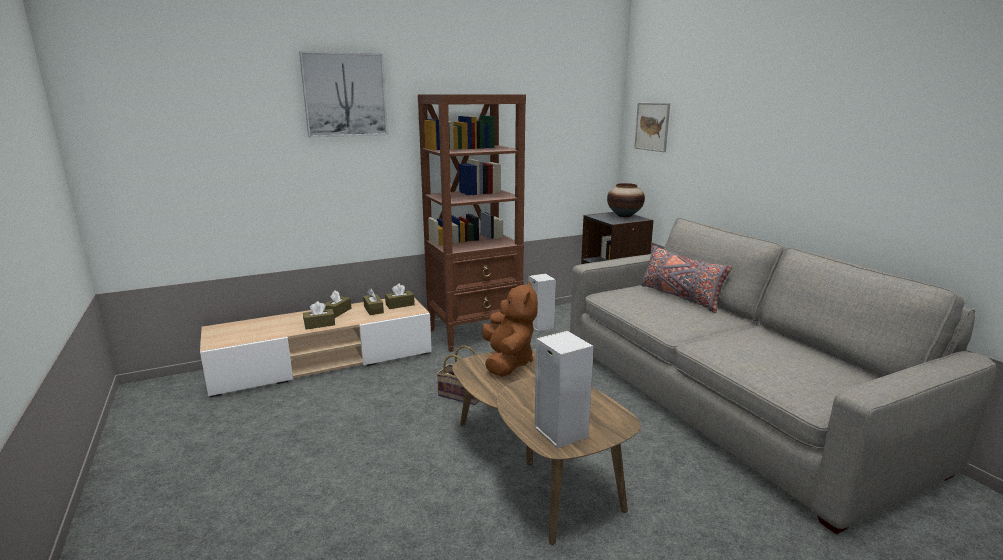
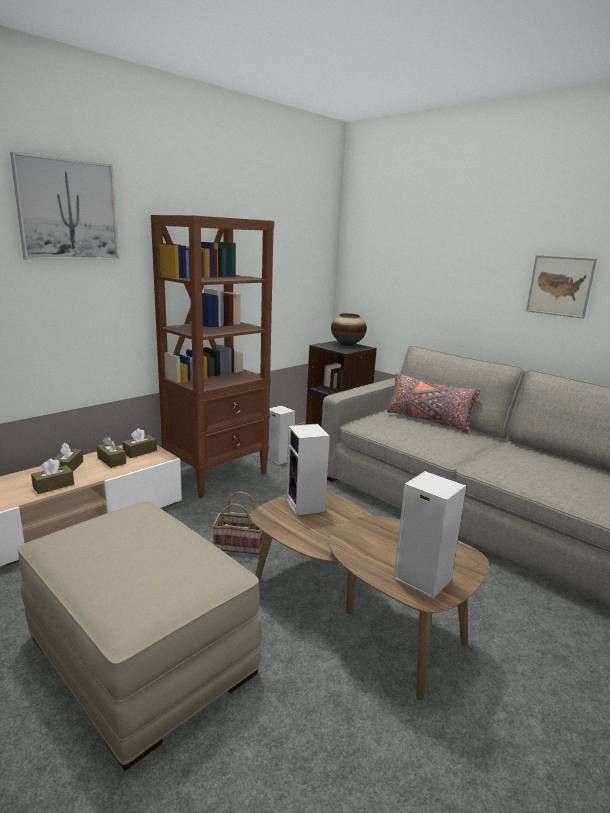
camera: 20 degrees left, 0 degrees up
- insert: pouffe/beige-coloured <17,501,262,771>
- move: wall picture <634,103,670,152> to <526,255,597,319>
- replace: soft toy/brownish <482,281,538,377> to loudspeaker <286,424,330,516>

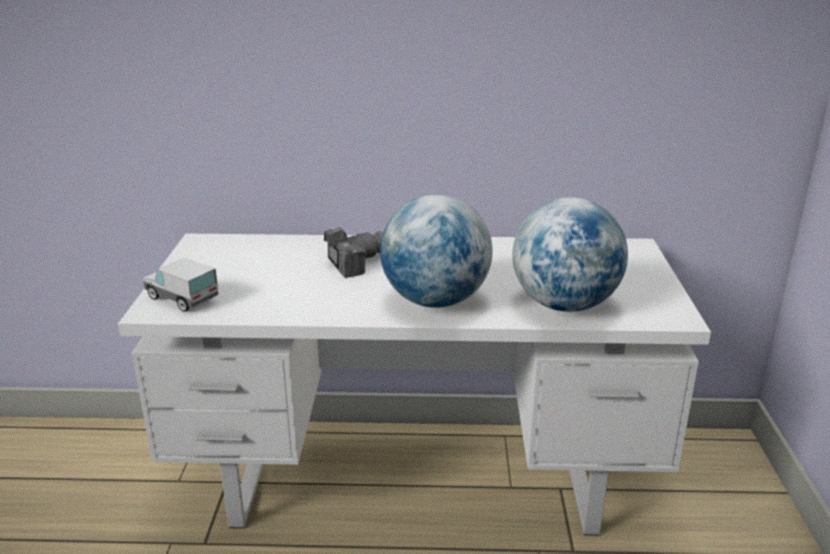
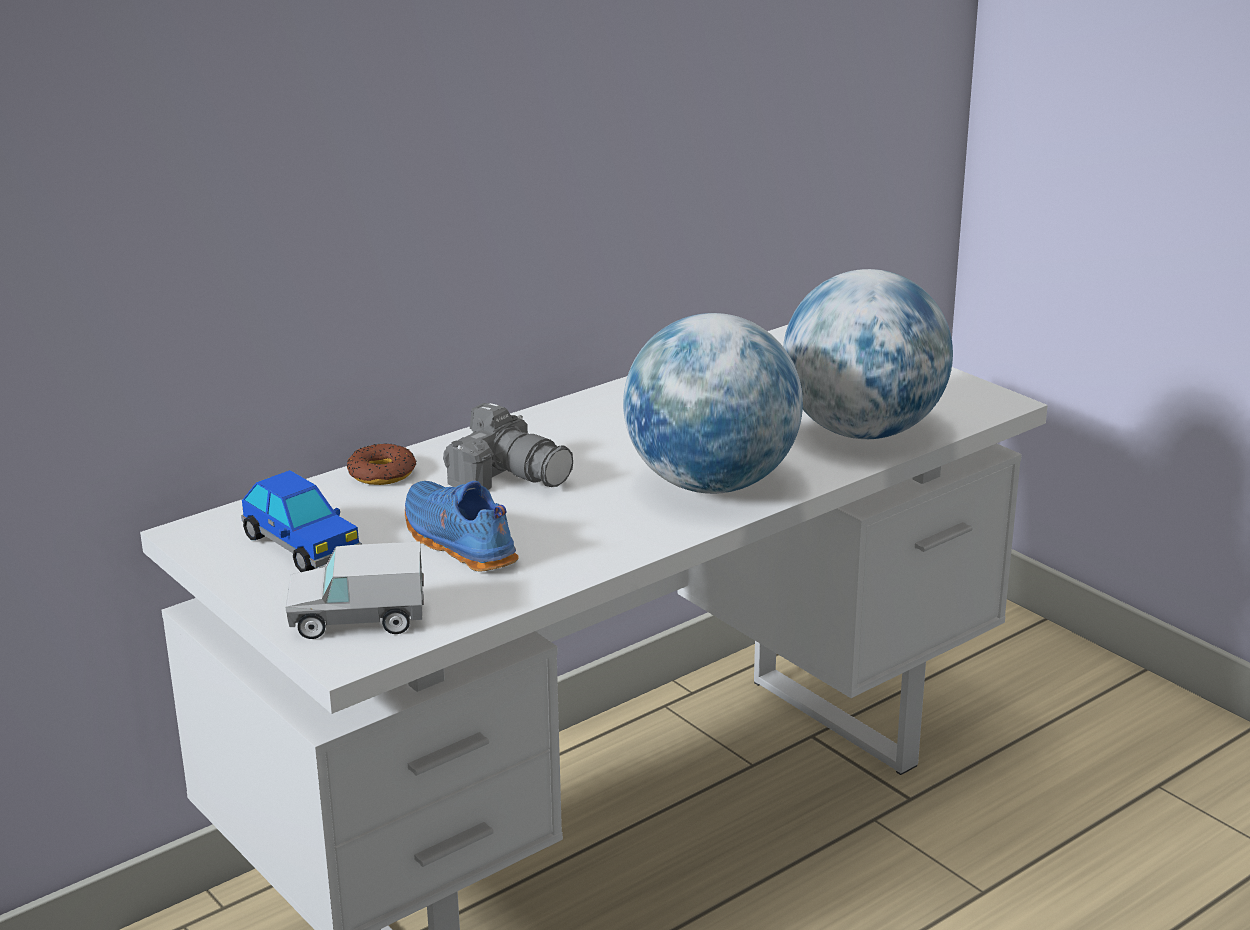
camera: 40 degrees left, 0 degrees up
- insert: miniature car <241,470,362,572>
- insert: doughnut <347,443,416,485>
- insert: low shoe/blue <405,481,519,572>
- rotate: photo camera <324,227,383,278> = <443,403,573,490> 105 degrees clockwise

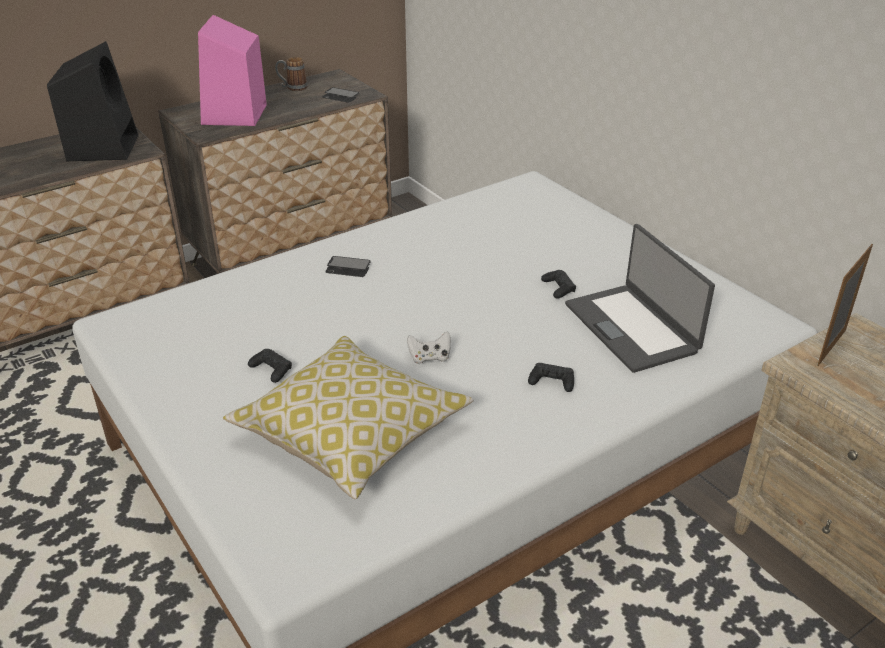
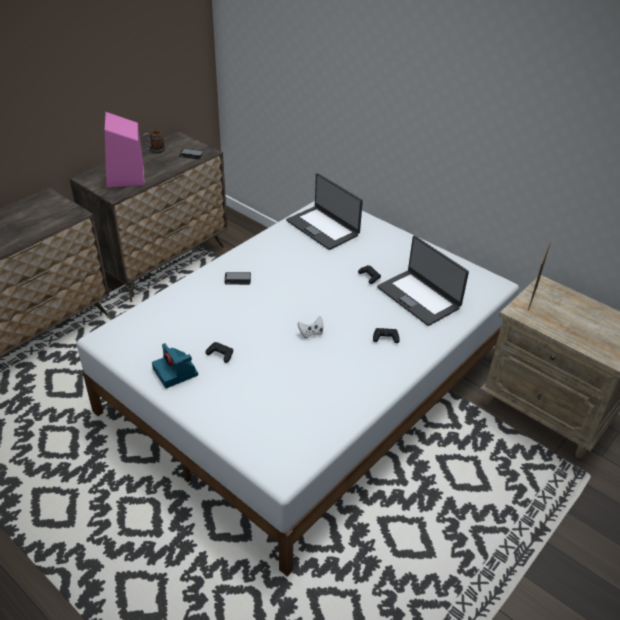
camera: 15 degrees left, 5 degrees up
- delete: loudspeaker/blackish <47,41,139,161>
- delete: pillow <223,336,474,499>
- insert: photo camera <152,343,198,388>
- insert: notebook computer <286,173,363,250>

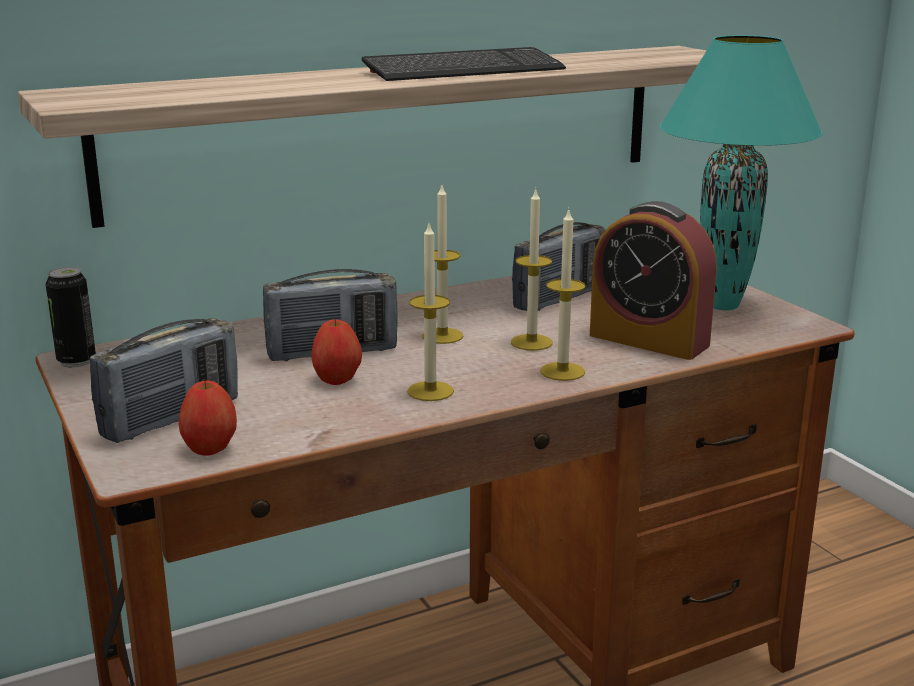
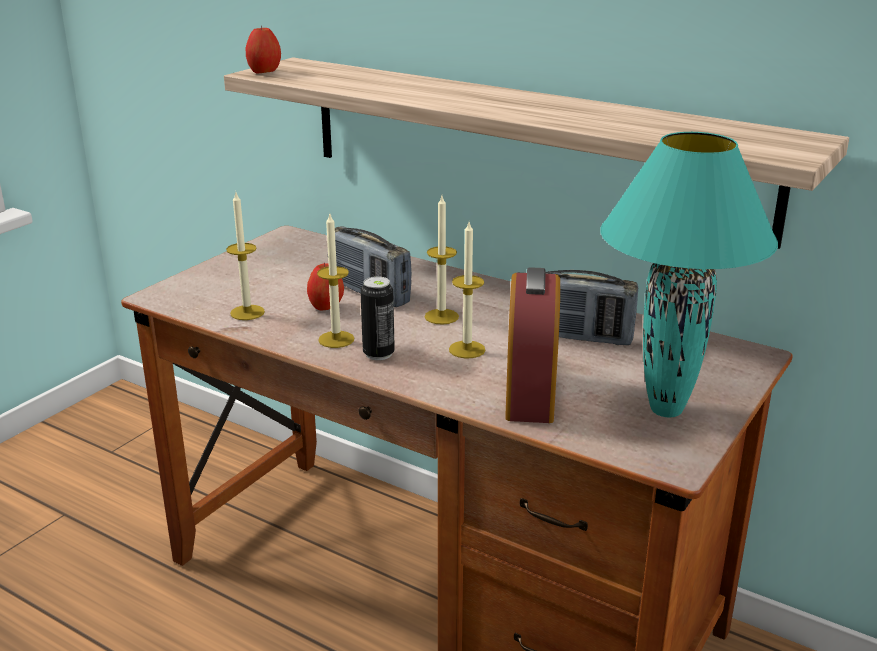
camera: 60 degrees right, 5 degrees up
- delete: radio receiver <90,318,238,443>
- delete: keyboard <362,47,566,81>
- move: sealed can <46,267,96,368> to <360,276,395,360>
- move: apple fruit <179,380,237,455> to <246,25,281,73>
- move: wax candle <540,209,586,381> to <226,193,265,320>

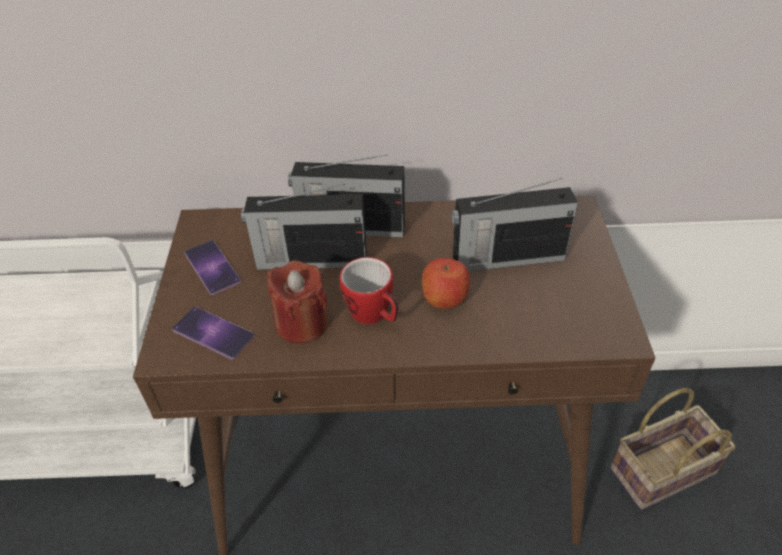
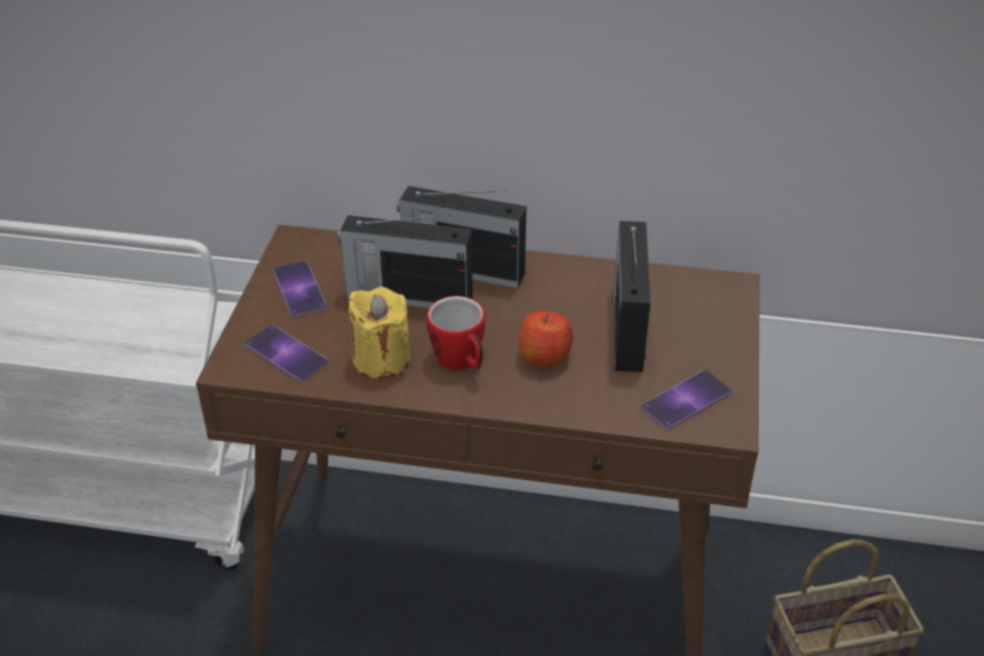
camera: 10 degrees right, 5 degrees down
- insert: telephone <641,370,732,430>
- recolor: wax candle/red <267,260,328,344> to wax candle/yellowish <348,287,410,379>
- rotate: radio receiver <451,178,578,271> = <614,221,651,372> 90 degrees clockwise

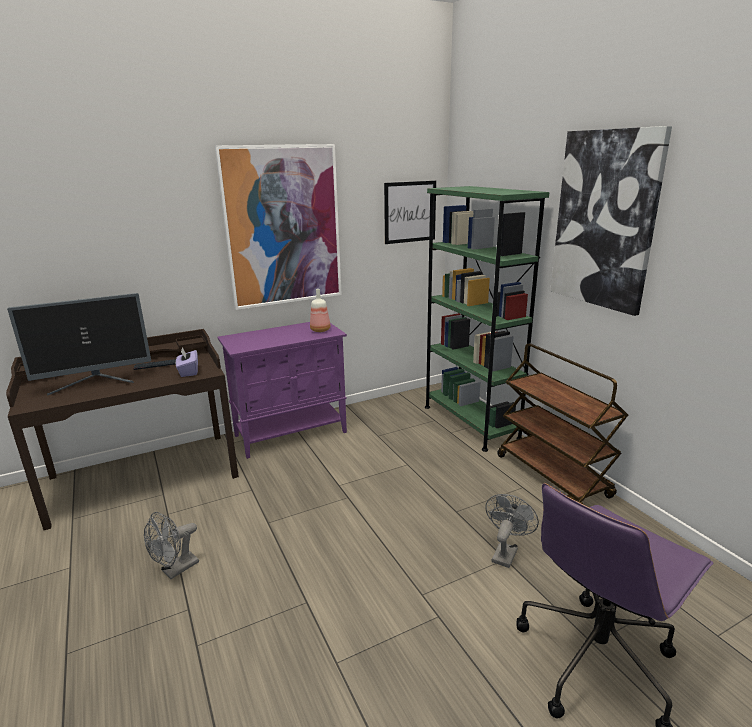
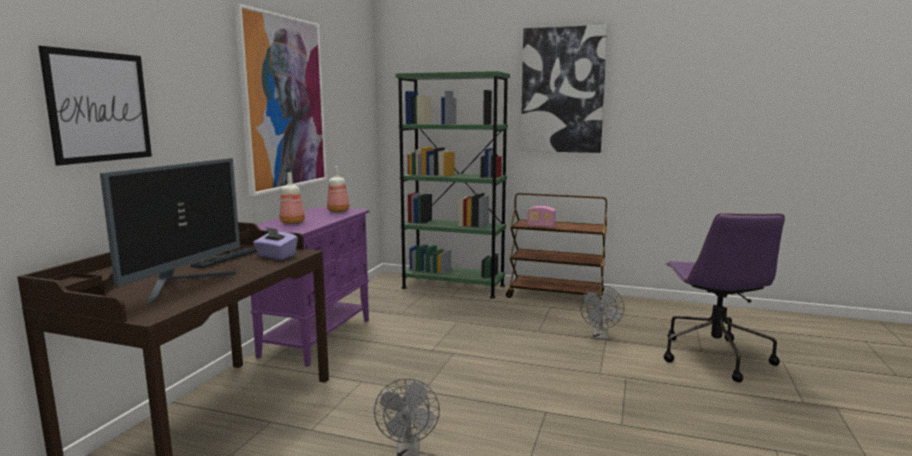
camera: 45 degrees left, 10 degrees down
- insert: drink bottle <279,172,305,224>
- insert: radio receiver <527,206,556,228>
- move: wall picture <384,181,436,244> to <38,46,152,166>
- rotate: cooling fan/greyish <485,494,539,568> = <580,286,624,340> 150 degrees counterclockwise

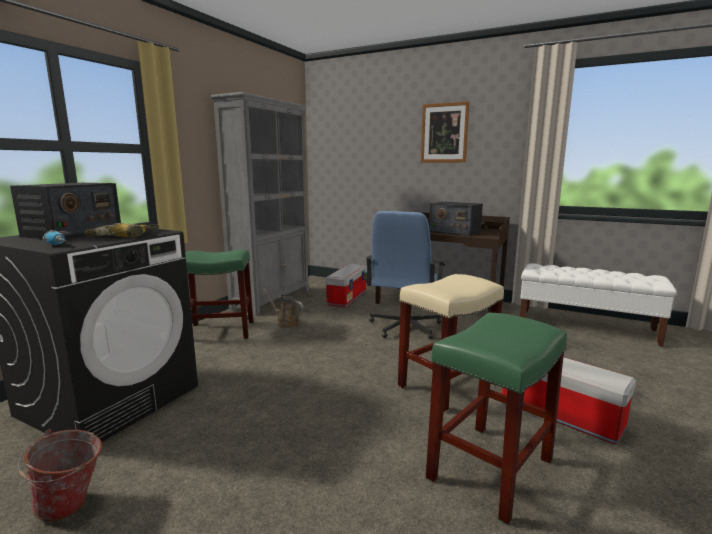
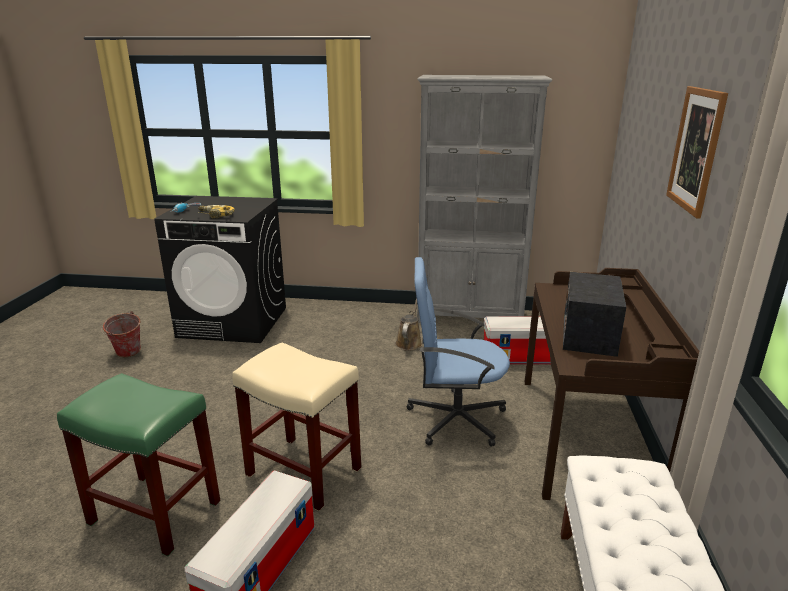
camera: 70 degrees right, 10 degrees up
- delete: radio receiver <10,183,121,239>
- delete: stool seat/green-coloured <184,250,253,339>

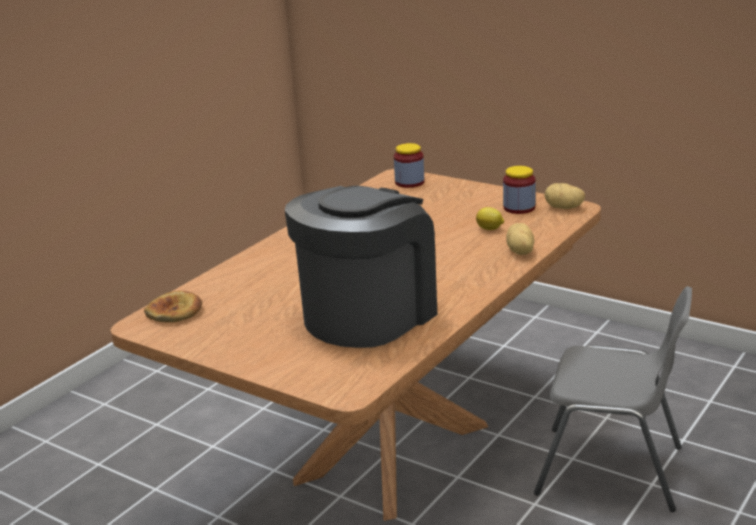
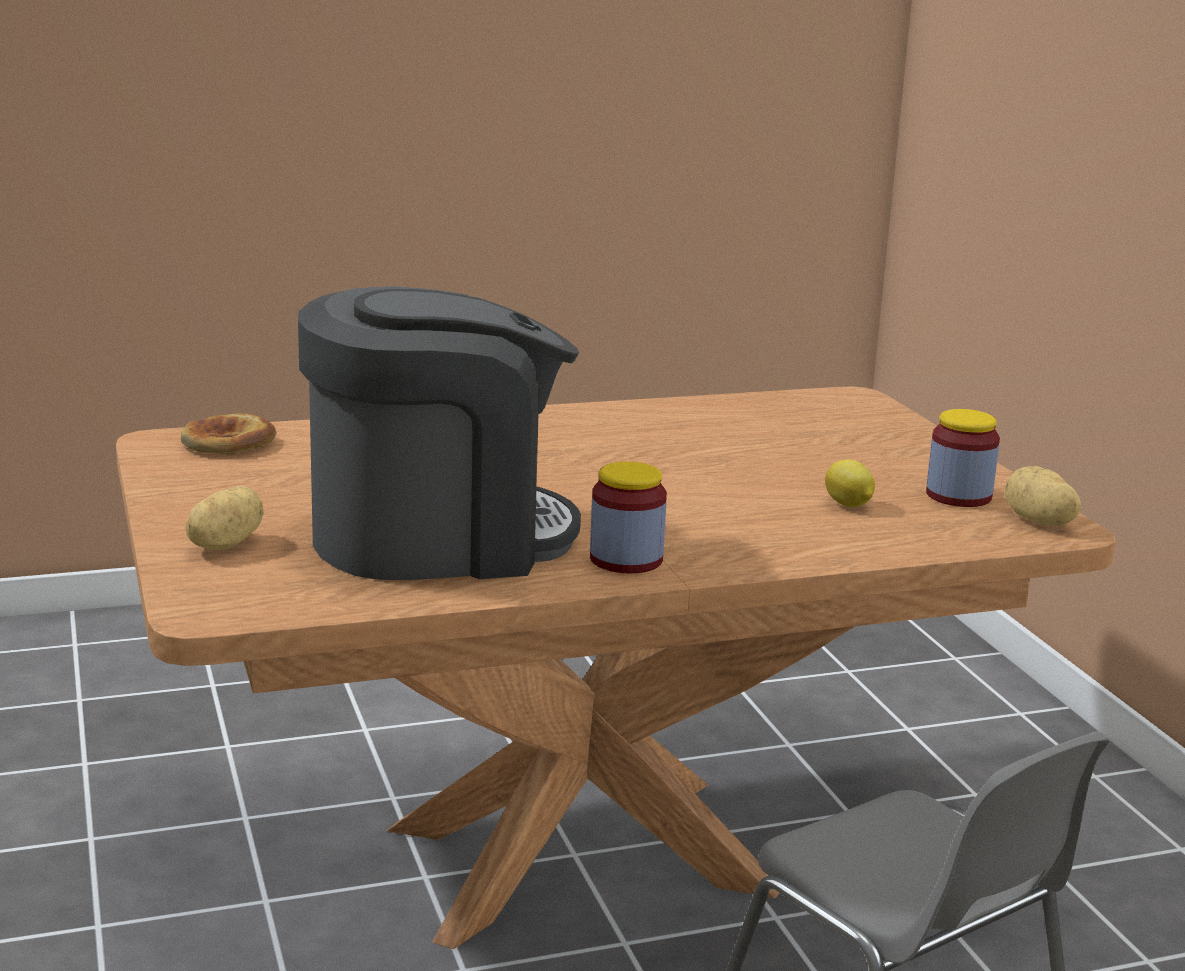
camera: 35 degrees right, 5 degrees down
- move: storage jar <394,143,424,188> to <590,462,667,573>
- move: potato <506,223,534,255> to <185,486,264,550>

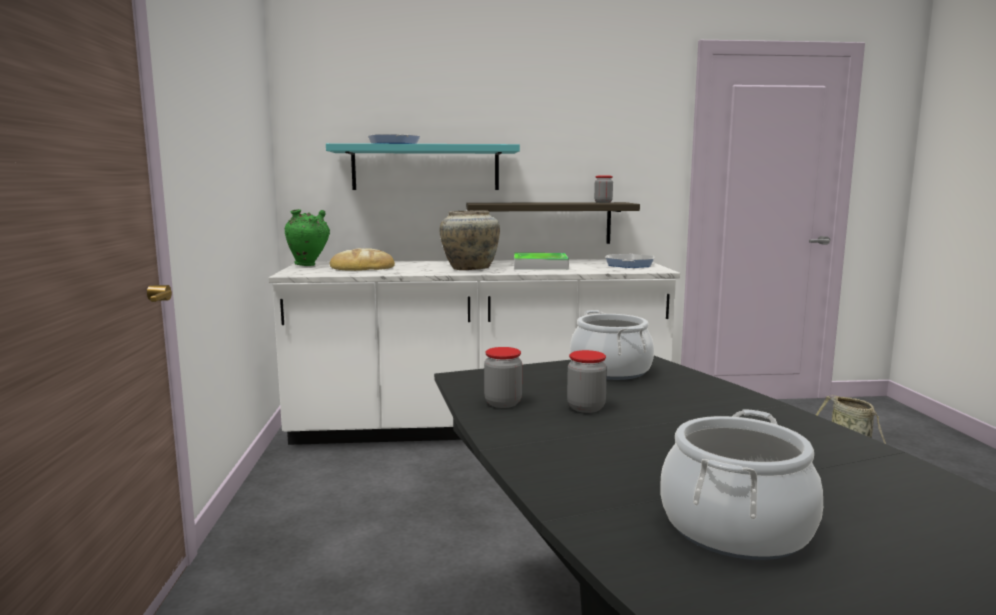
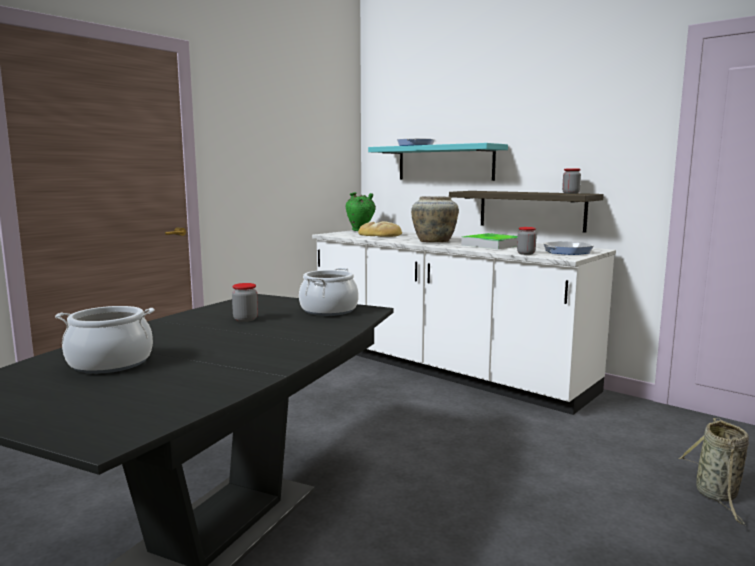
camera: 45 degrees right, 0 degrees up
- move: storage jar <484,347,522,408> to <517,227,537,255>

